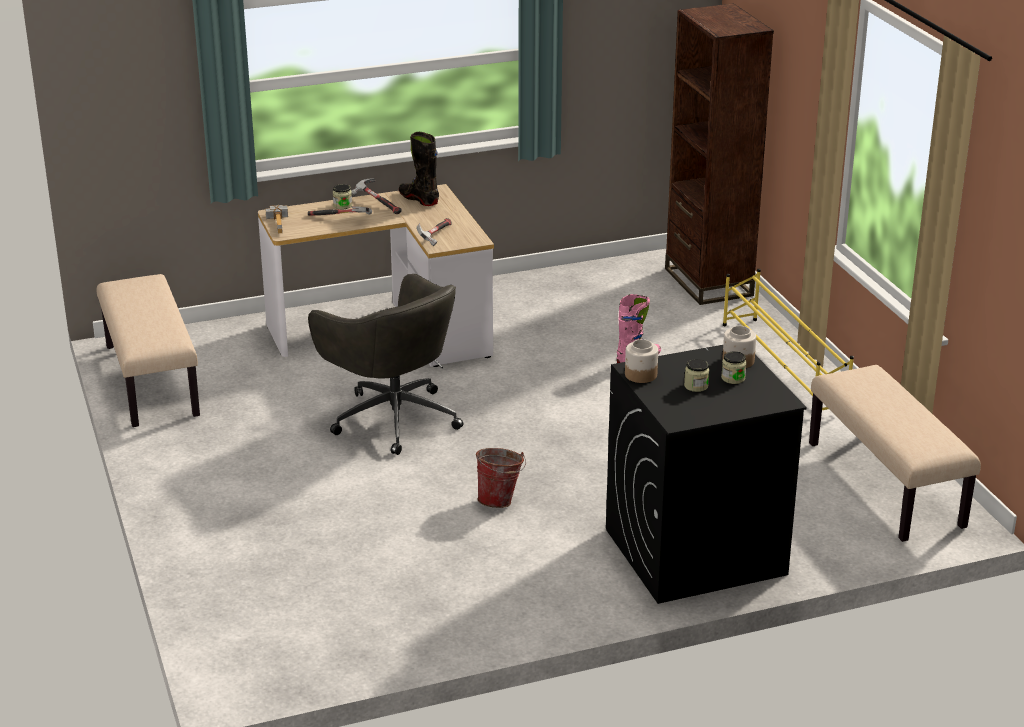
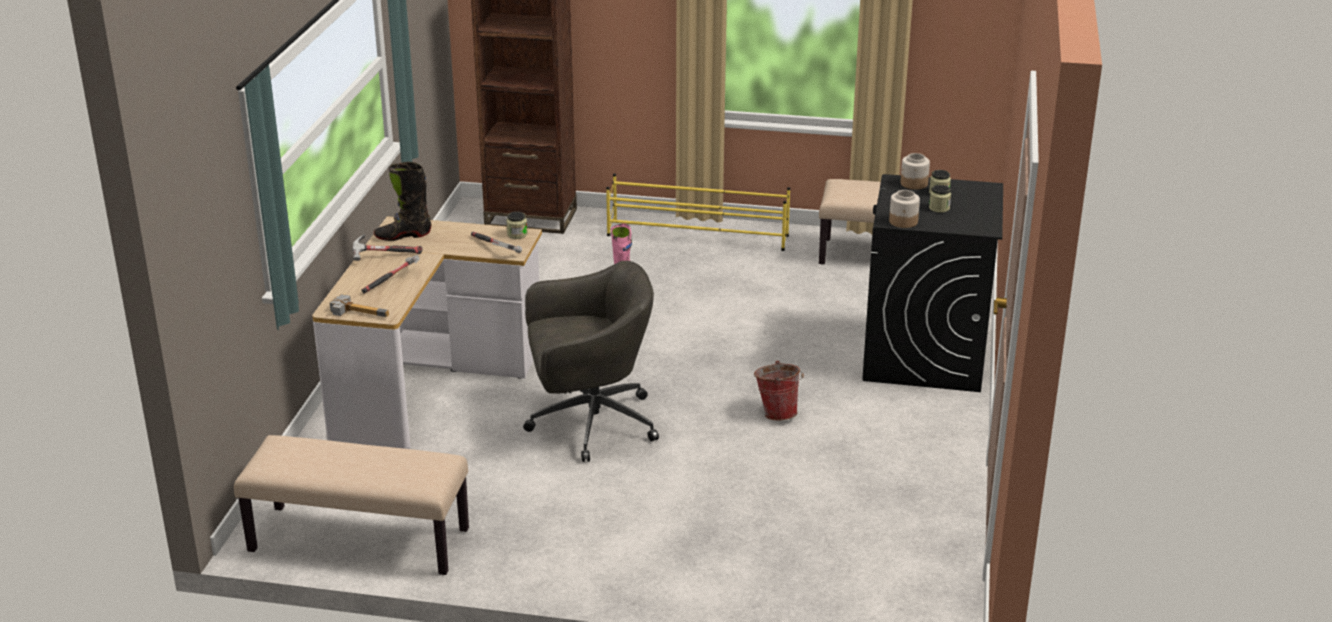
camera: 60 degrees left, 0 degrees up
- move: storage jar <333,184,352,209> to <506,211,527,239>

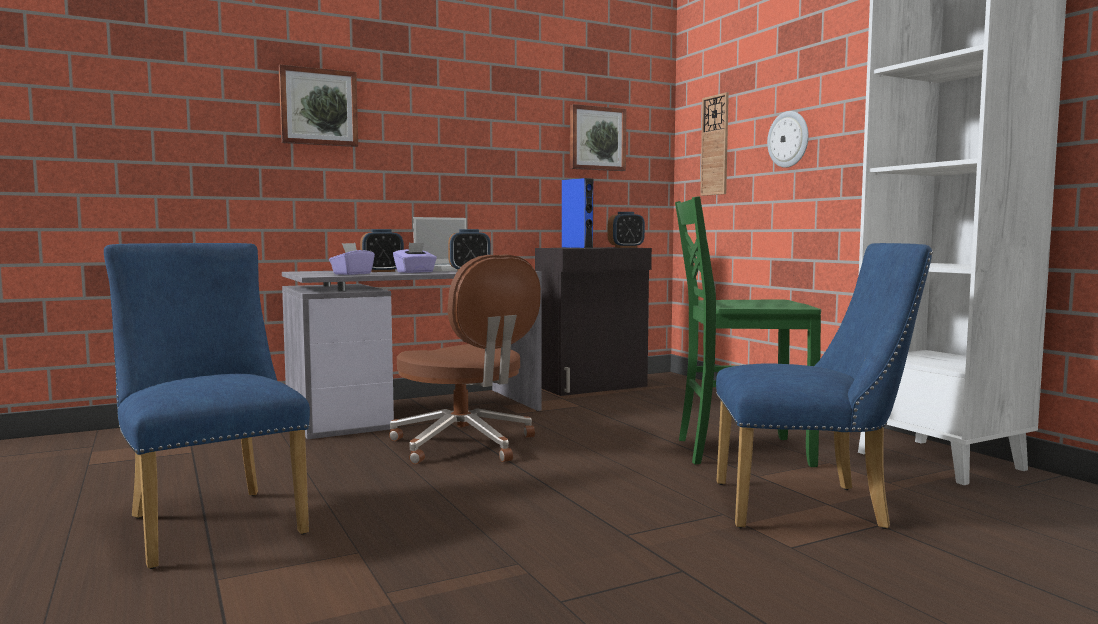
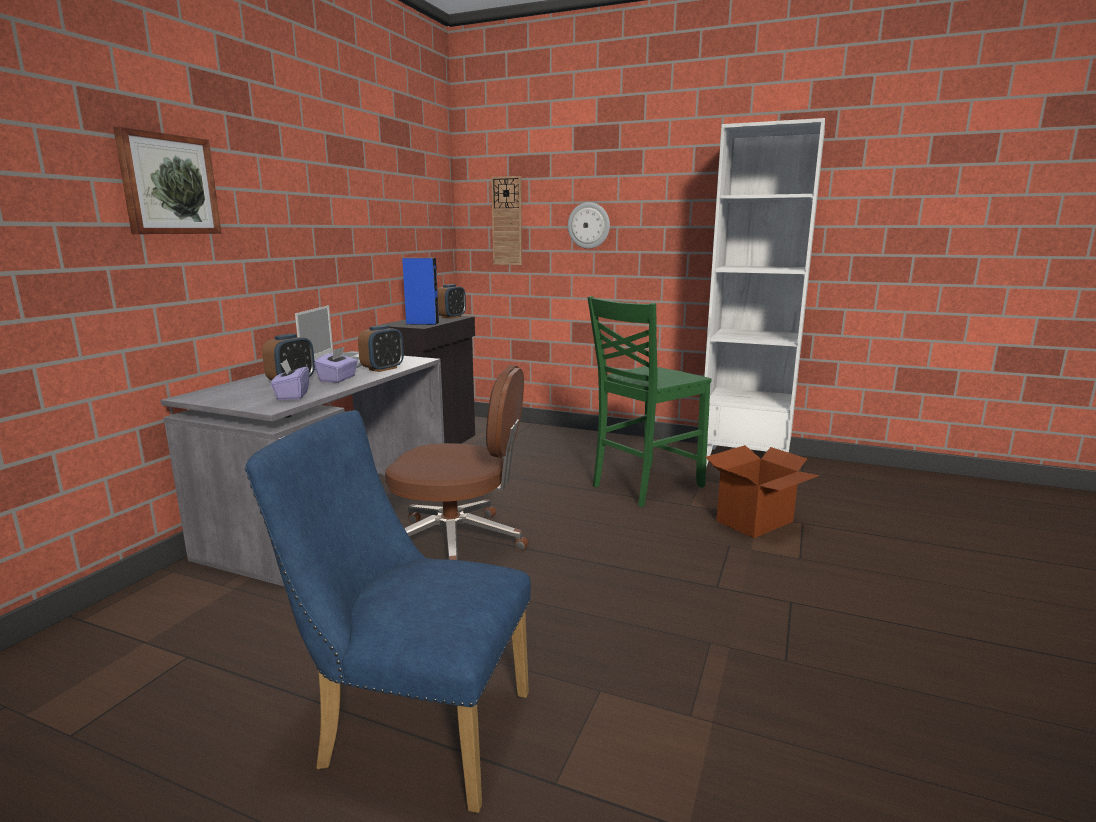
camera: 40 degrees left, 10 degrees up
- delete: wall picture <570,104,626,171>
- replace: upright chair/blue <716,243,933,529> to packing box <705,445,820,538>

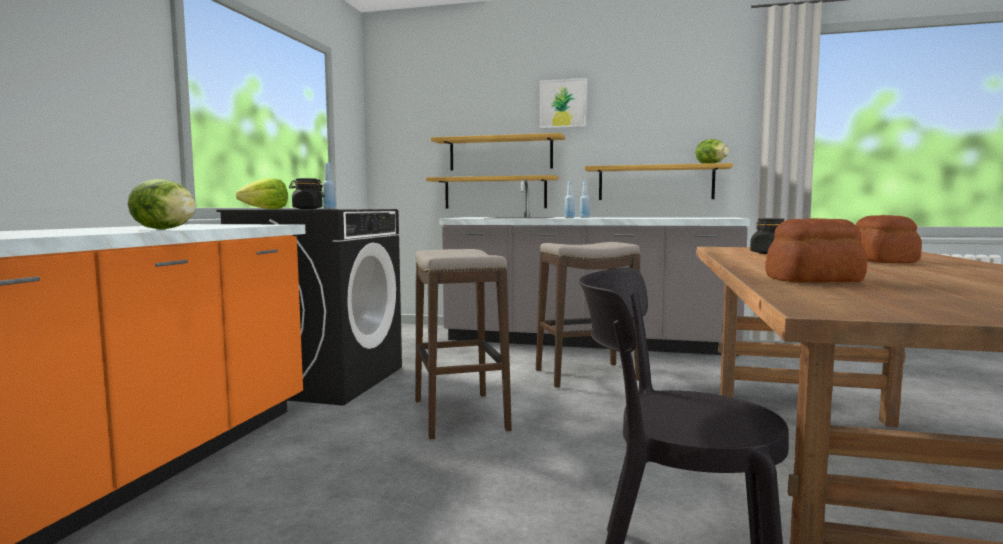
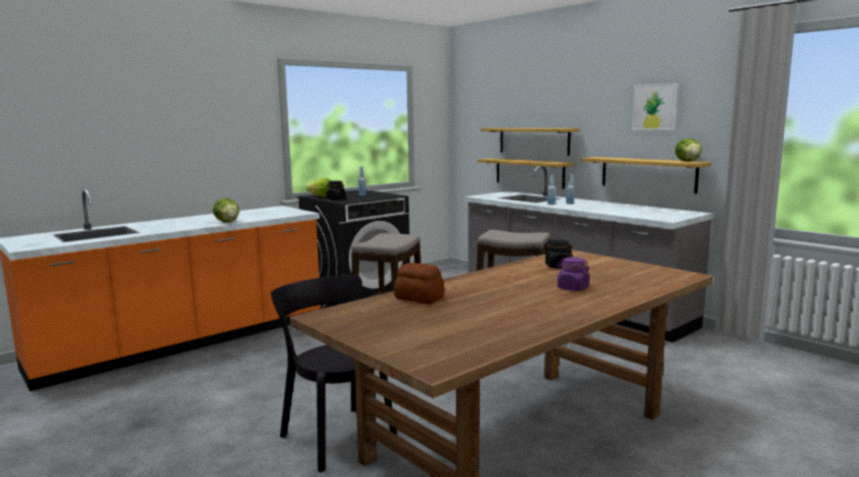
camera: 35 degrees right, 5 degrees up
- move: wall picture <540,78,587,129> to <632,83,678,130>
- replace: bread <855,215,922,263> to storage jar/purple <557,257,590,291>

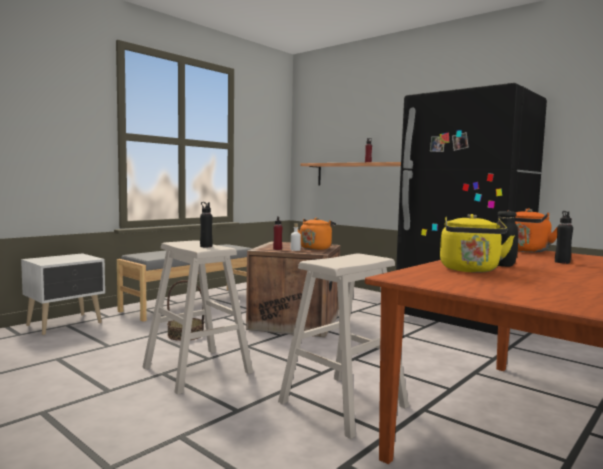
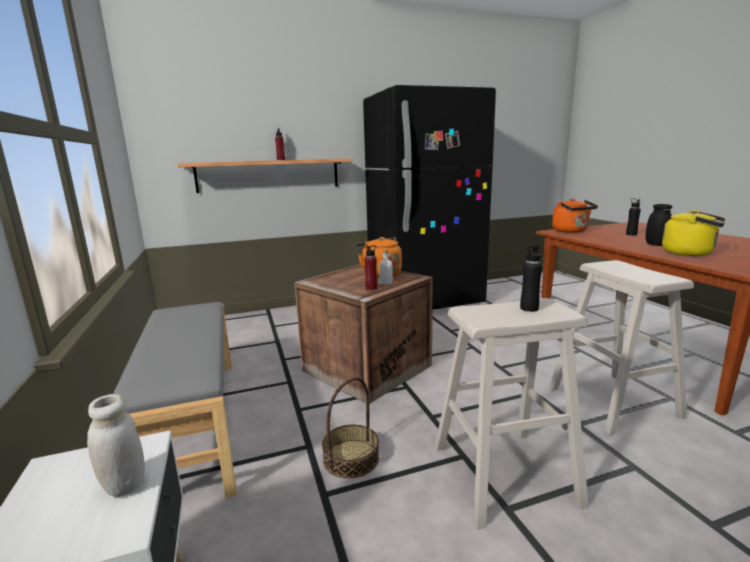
camera: 60 degrees left, 10 degrees up
- insert: storage jar/white-coloured <87,394,145,497>

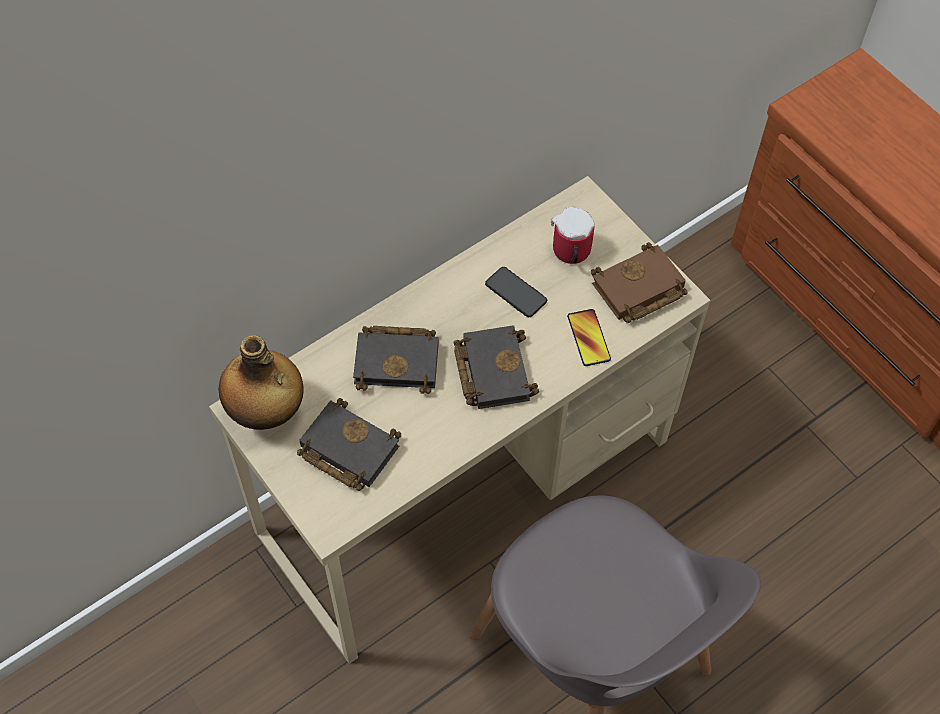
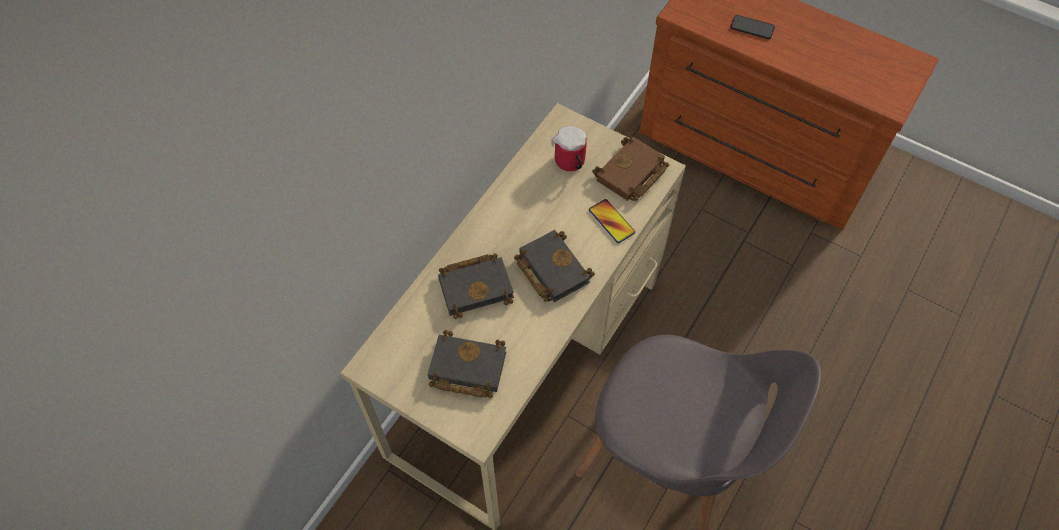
camera: 20 degrees left, 0 degrees up
- delete: drink bottle <219,335,304,430>
- move: telephone <485,267,547,317> to <731,15,775,39>

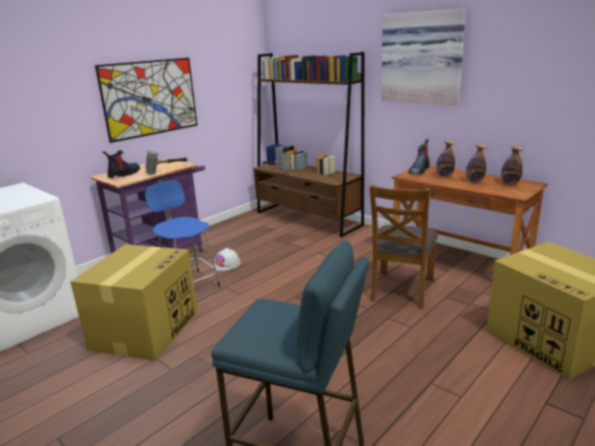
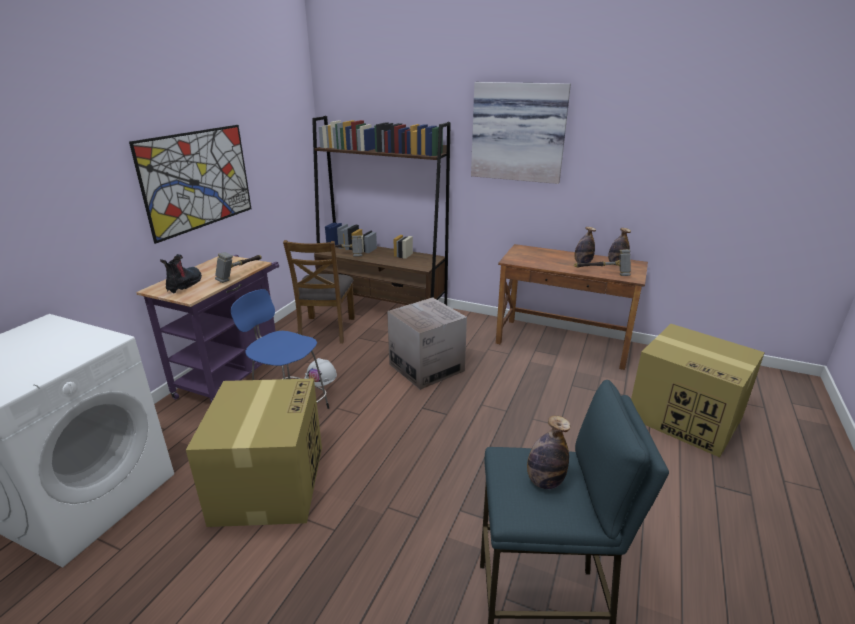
camera: 20 degrees left, 5 degrees up
- delete: high-top boot <408,139,430,174>
- insert: packing box <387,297,467,390>
- insert: hammer <574,249,631,276>
- move: upright chair/brownish <370,184,438,309> to <283,240,355,344>
- move: drink bottle <436,141,455,177> to <527,416,571,489>

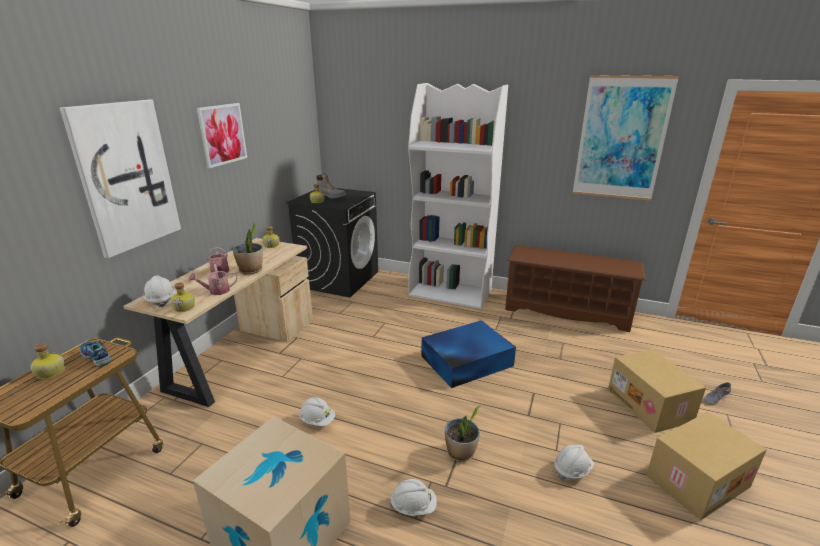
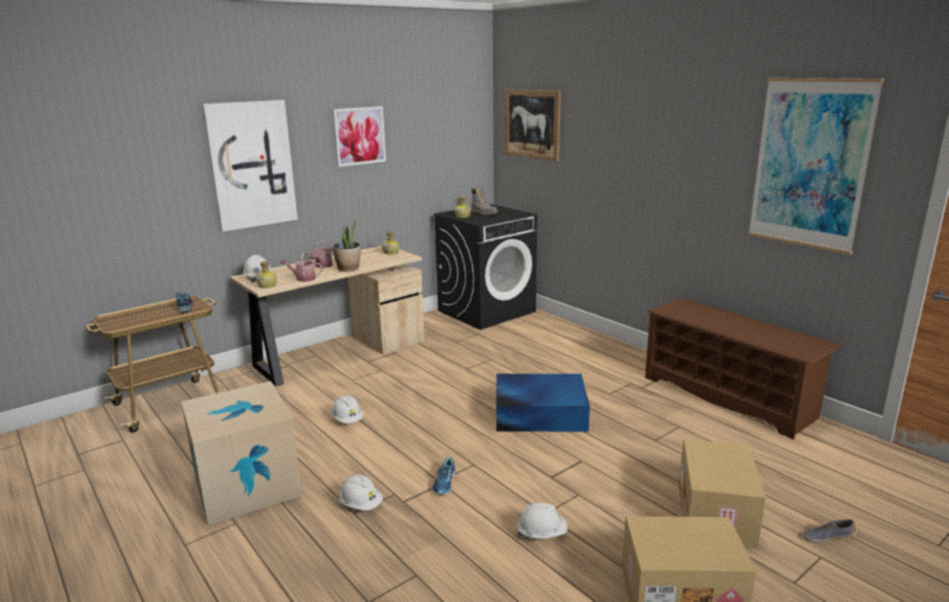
camera: 30 degrees right, 5 degrees down
- delete: drink bottle <30,343,65,379>
- delete: bookcase/white-coloured <408,83,508,309>
- insert: wall picture <505,89,561,161>
- replace: houseplant <445,406,480,462> to low shoe <433,457,456,495>

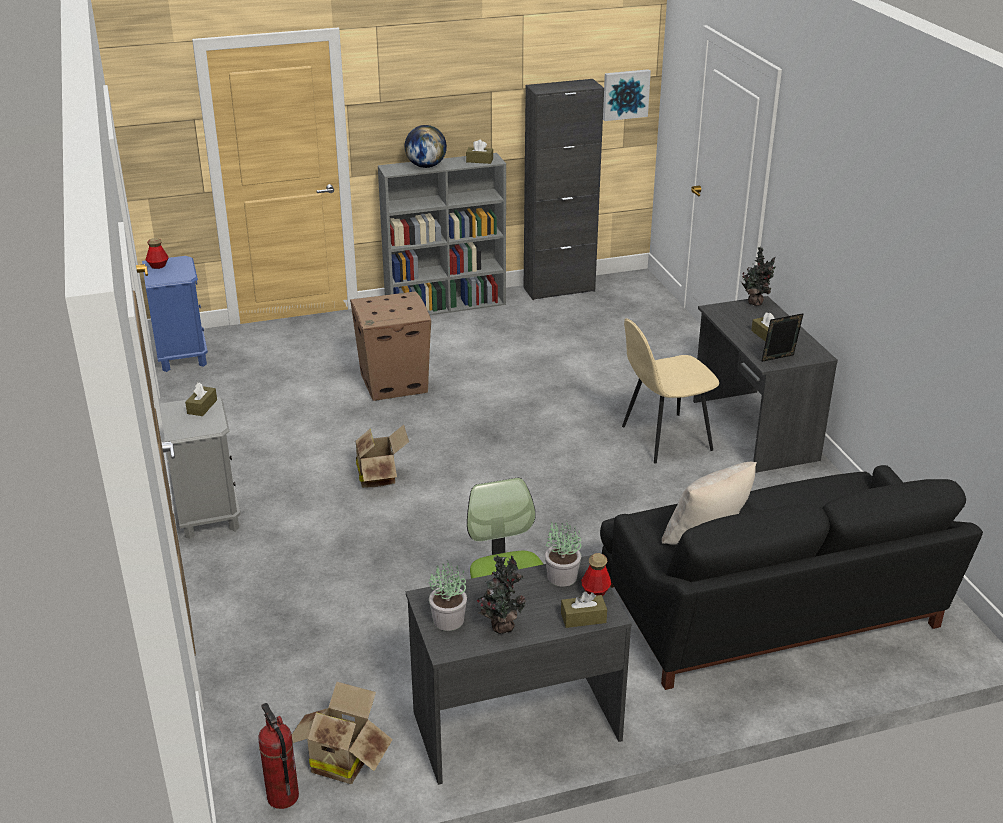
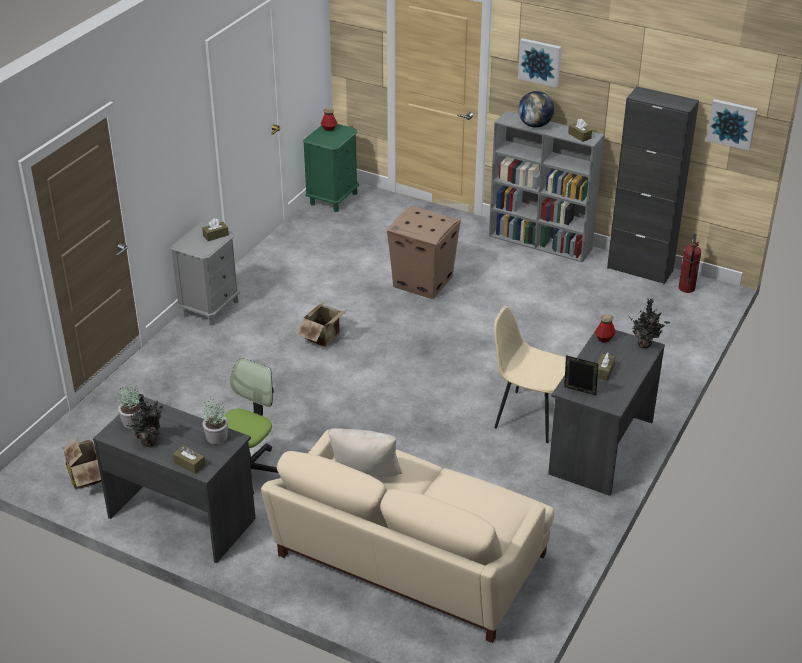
camera: 45 degrees right, 5 degrees up
- insert: wall picture <518,38,561,88>
- move: fire-fighting cylinder <258,703,299,809> to <679,233,701,293>
- move: drink bottle <581,553,611,596> to <594,314,616,342>
- recolor: night table/blue <142,256,208,372> to night table/green-coloured <303,124,359,212>
- recolor: couch/blackish <600,465,983,690> to couch/beige-coloured <261,430,554,643>

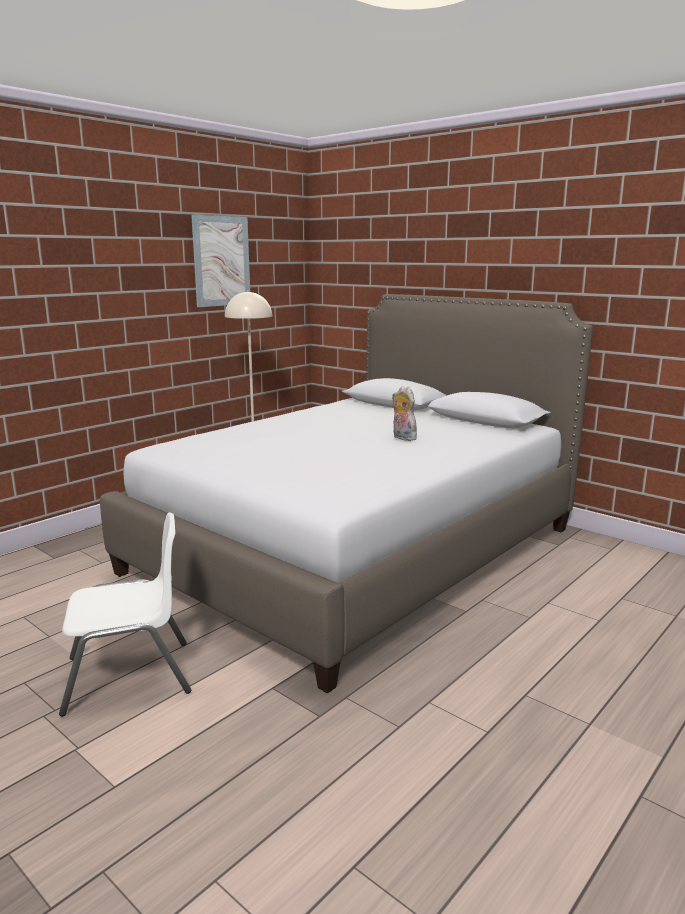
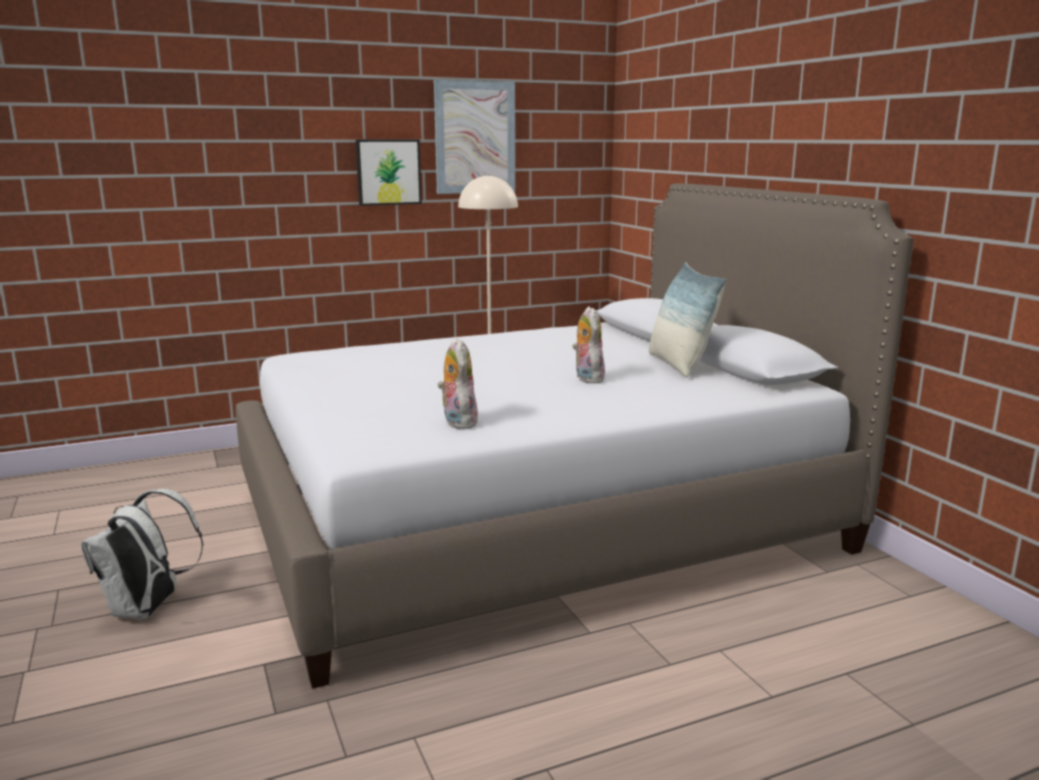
camera: 25 degrees right, 0 degrees up
- insert: wall picture <356,140,422,206>
- insert: soft toy <438,337,478,429>
- insert: pillow <649,262,726,377>
- replace: upright chair/white-coloured <59,512,191,717> to rucksack/white-coloured <81,489,203,619>

